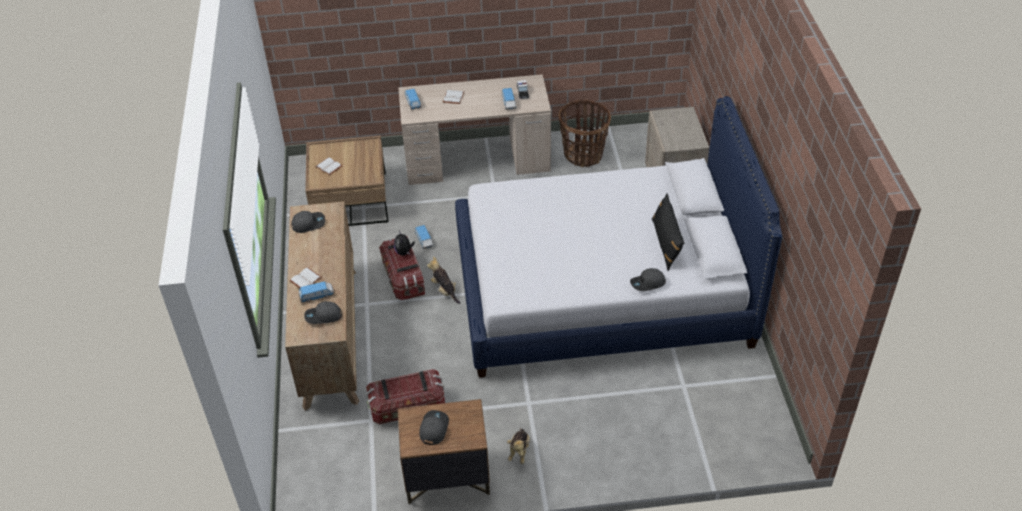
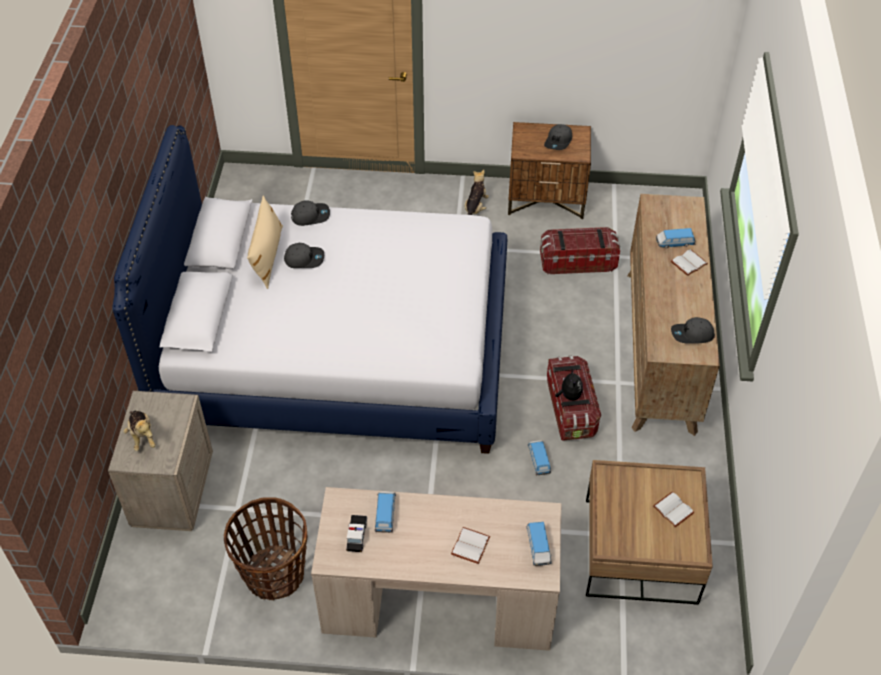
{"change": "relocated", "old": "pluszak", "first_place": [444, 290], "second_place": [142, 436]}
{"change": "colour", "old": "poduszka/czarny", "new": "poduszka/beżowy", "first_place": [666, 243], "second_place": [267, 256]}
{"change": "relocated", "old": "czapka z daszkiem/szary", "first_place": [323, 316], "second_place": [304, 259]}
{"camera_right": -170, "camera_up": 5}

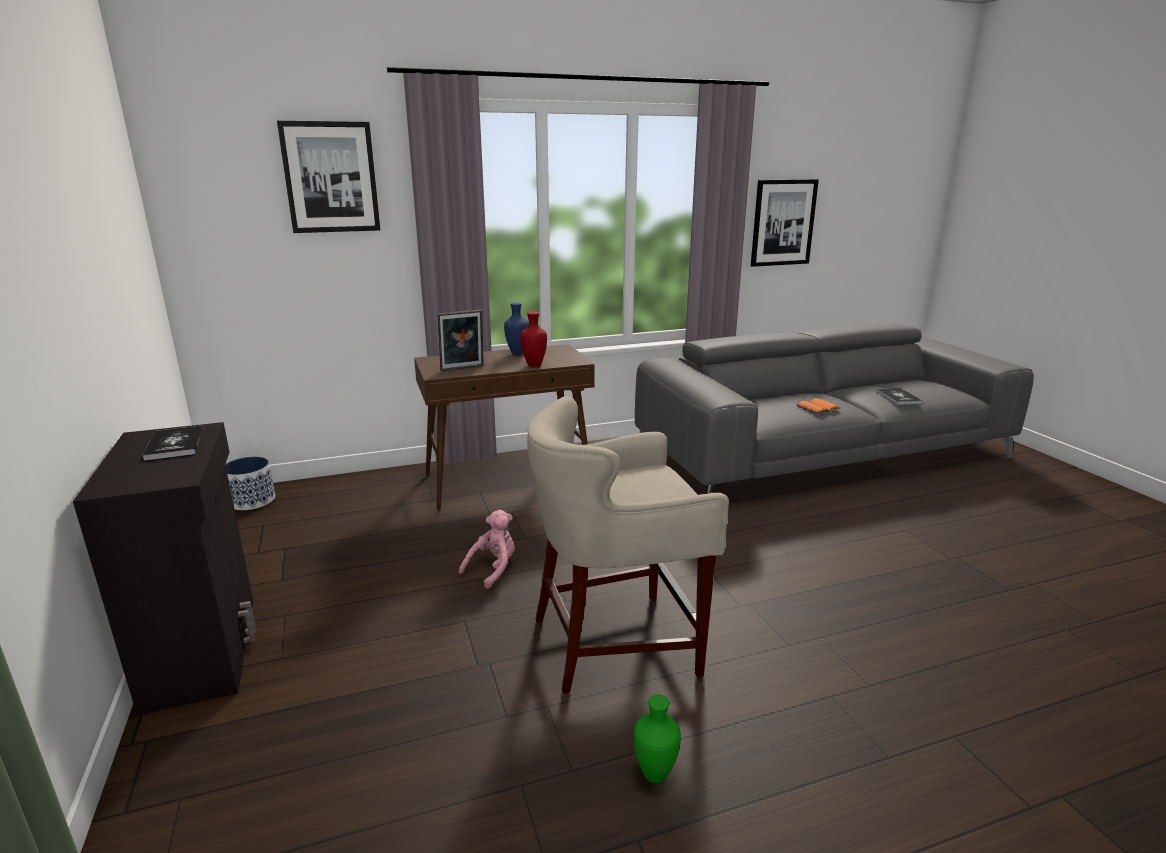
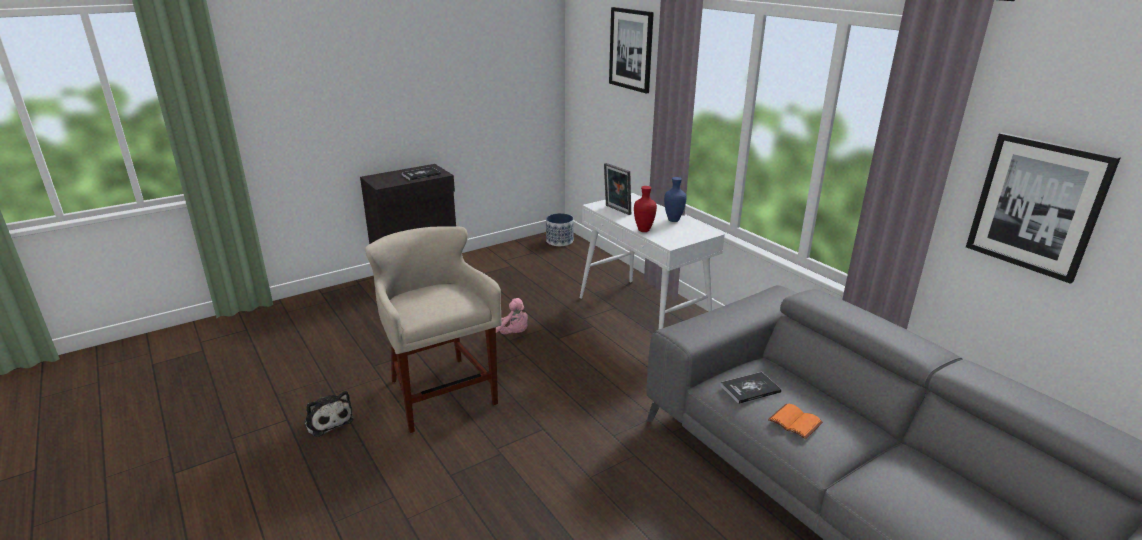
{"change": "exchanged", "old": "wazon/zielony", "new": "pluszak", "first_place": [653, 774], "second_place": [328, 420]}
{"change": "colour", "old": "stolik konsolowy/brązowy", "new": "stolik konsolowy/biały", "first_place": [508, 480], "second_place": [644, 315]}
{"change": "relocated", "old": "książka", "first_place": [898, 397], "second_place": [750, 389]}
{"camera_right": 75, "camera_up": 5}

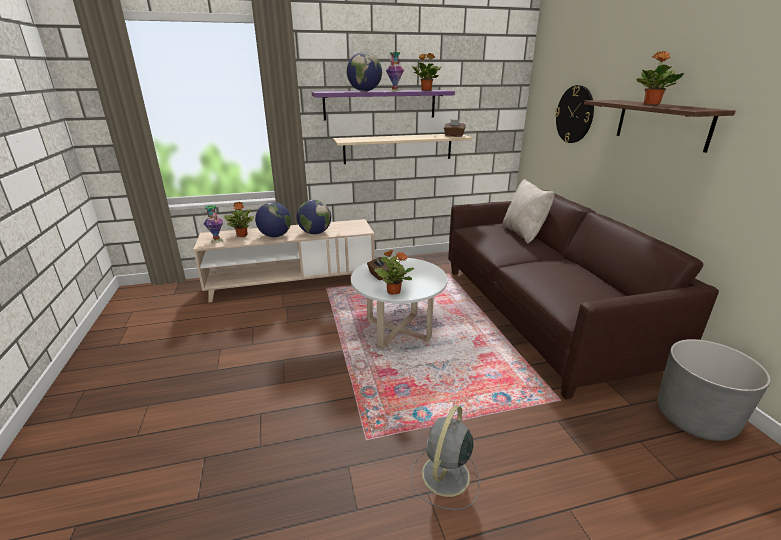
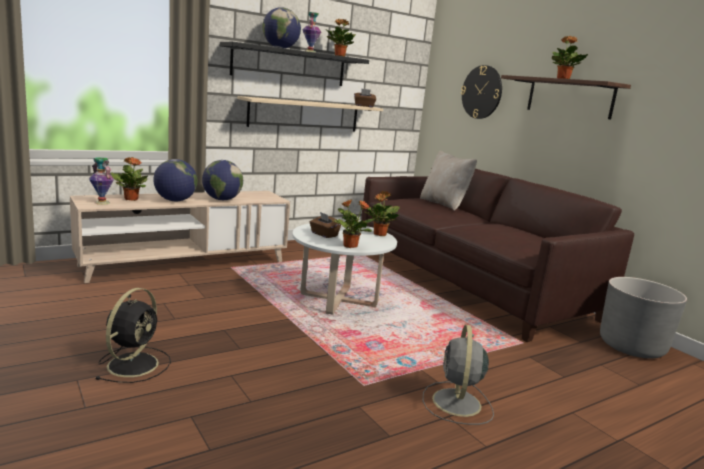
{"change": "appeared", "new": "wentylator/czarny", "second_place": [134, 364]}
{"change": "colour", "old": "półka/fioletowy", "new": "półka/czarny", "first_place": [380, 104], "second_place": [289, 66]}
{"change": "appeared", "new": "roślina doniczkowa", "second_place": [379, 234]}
{"camera_right": -20, "camera_up": -10}

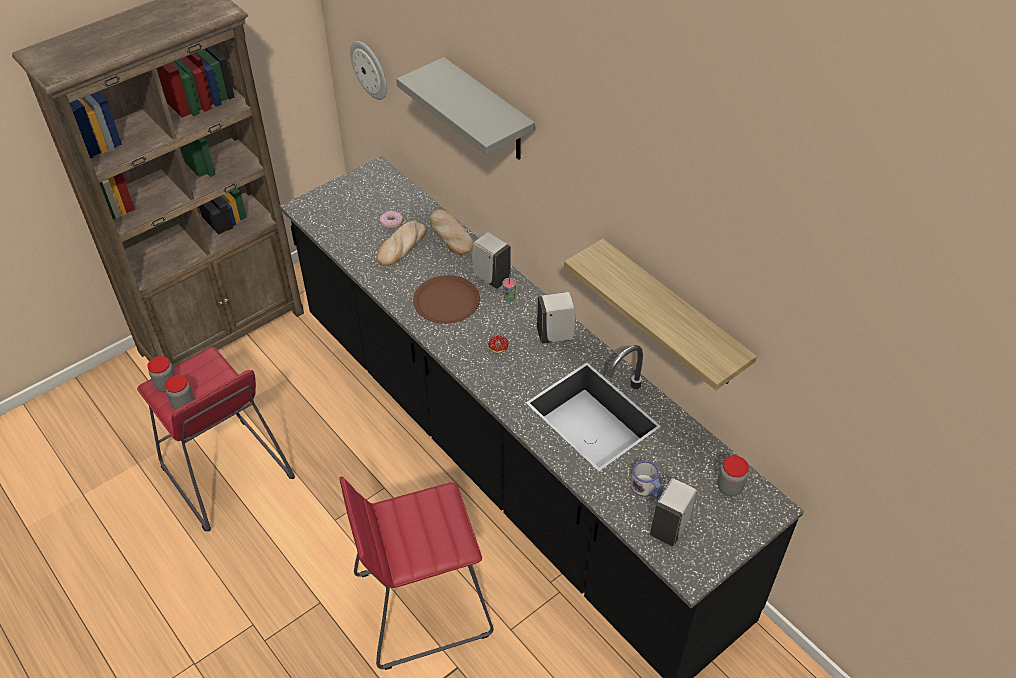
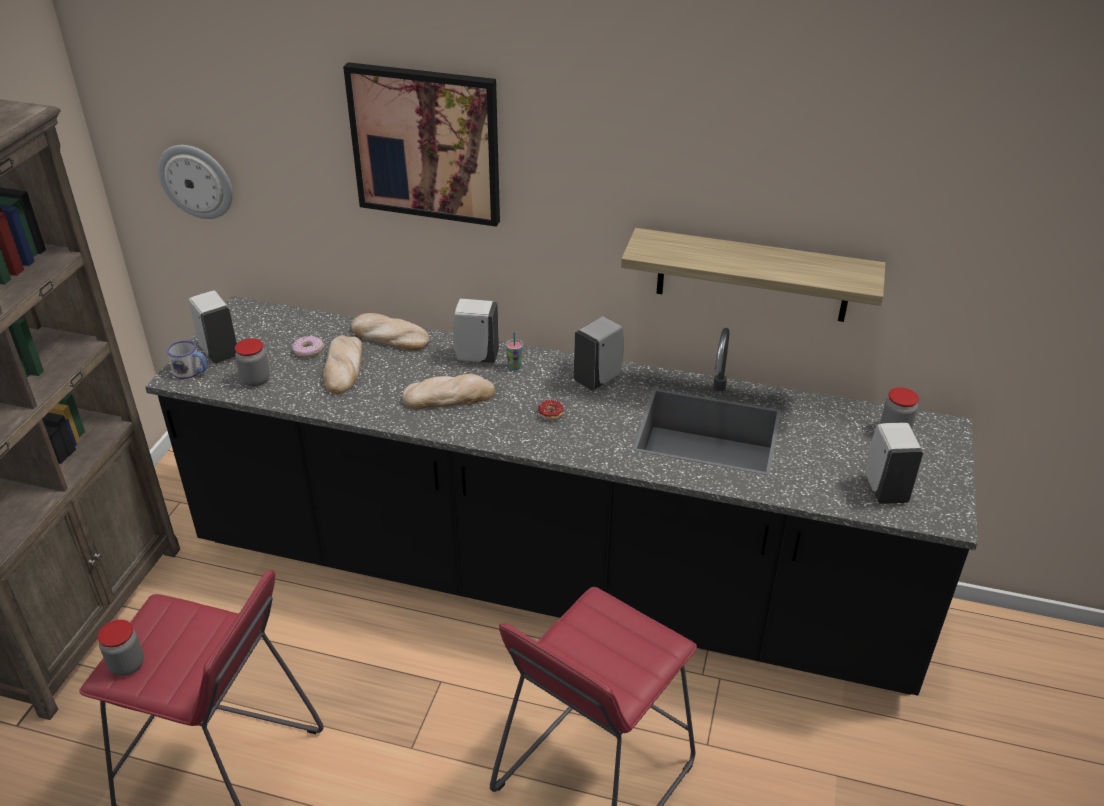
{"change": "relocated", "old": "kubek", "first_place": [646, 489], "second_place": [191, 371]}
{"change": "appeared", "new": "dozownik mydła/biały", "second_place": [219, 351]}
{"change": "relocated", "old": "słoik", "first_place": [183, 404], "second_place": [255, 380]}
{"change": "exchanged", "old": "półka/szary", "new": "obraz", "first_place": [488, 112], "second_place": [426, 144]}
{"change": "exchanged", "old": "talerz/brązowy", "new": "chleb", "first_place": [446, 300], "second_place": [449, 396]}
{"camera_right": -35, "camera_up": -10}

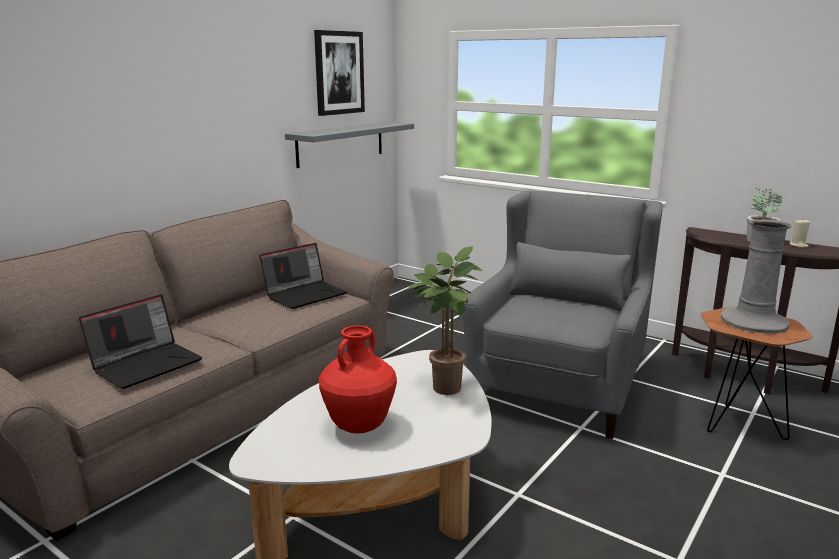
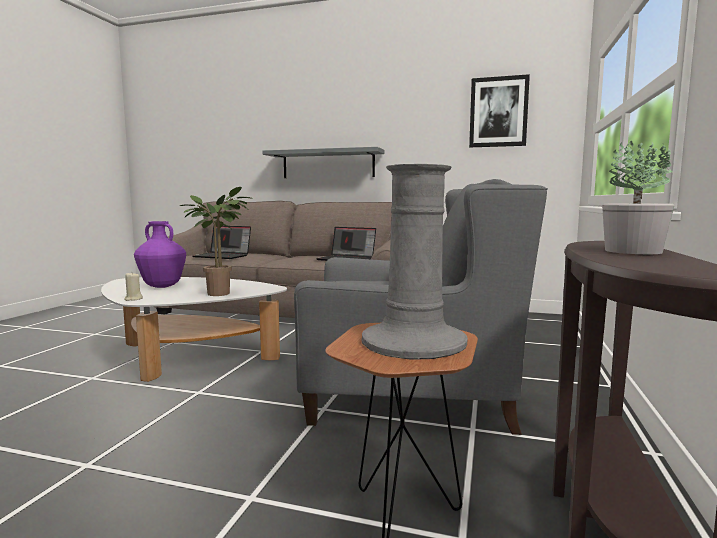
{"change": "relocated", "old": "świeca/beżowy", "first_place": [798, 245], "second_place": [133, 299]}
{"change": "colour", "old": "wazon/czerwony", "new": "wazon/fioletowy", "first_place": [359, 426], "second_place": [162, 286]}
{"change": "relocated", "old": "półka/szary", "first_place": [341, 143], "second_place": [328, 164]}
{"camera_right": 70, "camera_up": -10}

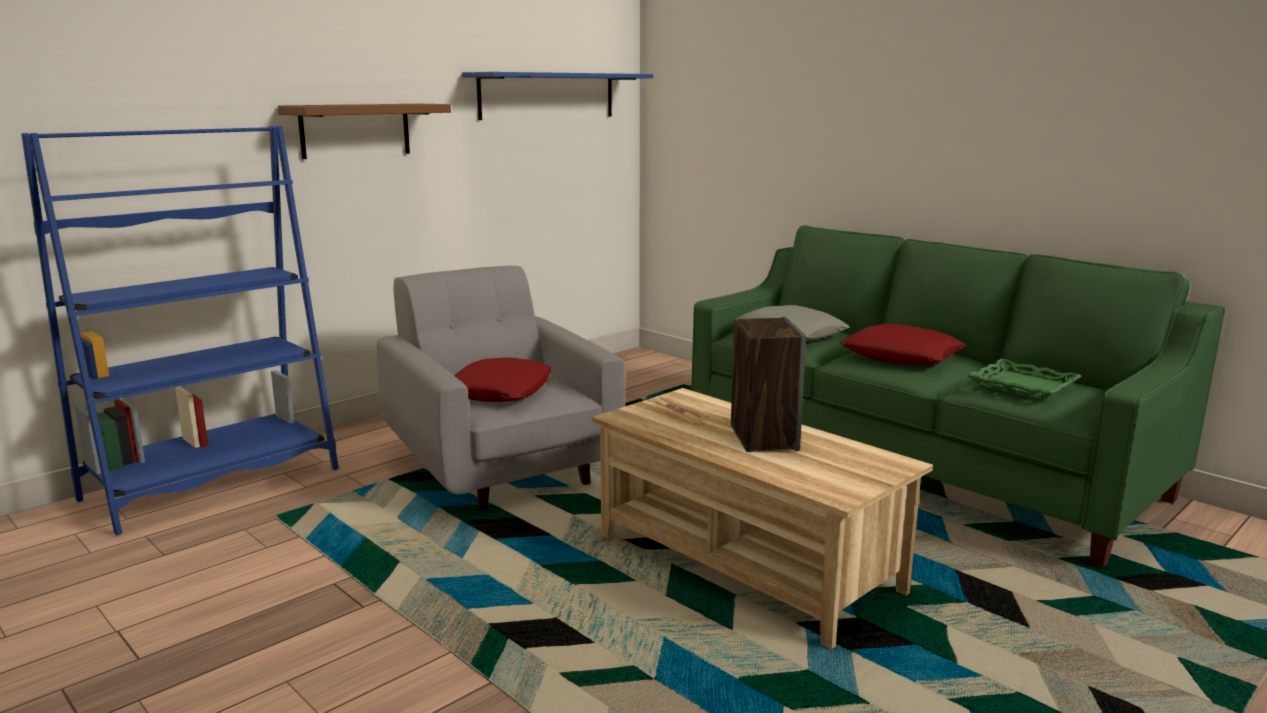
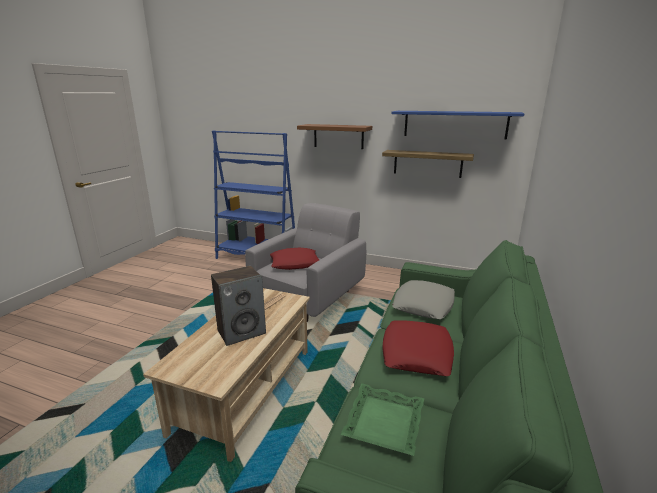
{"change": "appeared", "new": "półka", "second_place": [427, 163]}
{"camera_right": 65, "camera_up": 5}

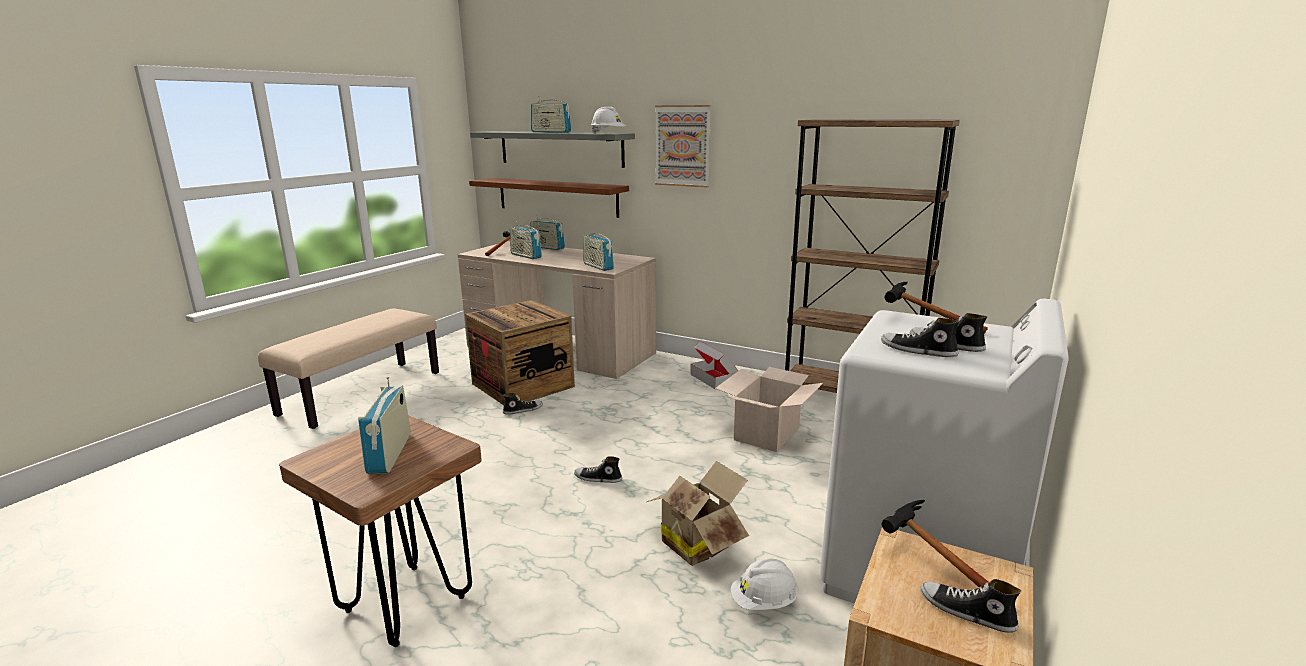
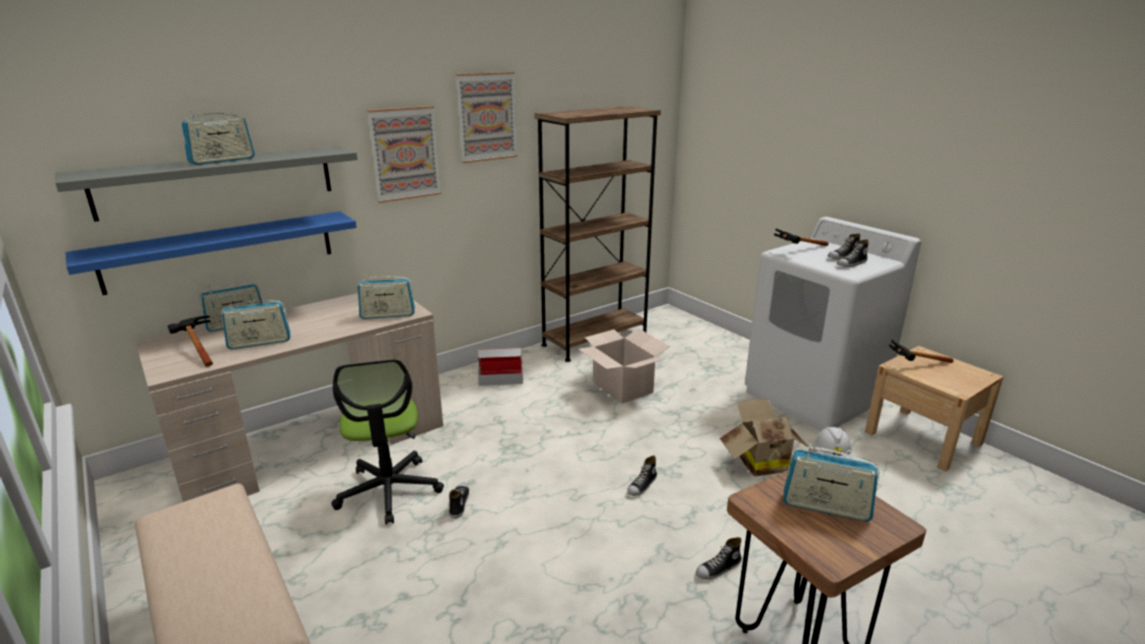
{"change": "colour", "old": "półka/brązowy", "new": "półka/niebieski", "first_place": [557, 197], "second_place": [221, 251]}
{"change": "exchanged", "old": "skrzynka", "new": "krzesło biurowe", "first_place": [523, 385], "second_place": [389, 490]}
{"change": "appeared", "new": "obraz", "second_place": [486, 117]}
{"change": "relocated", "old": "but", "first_place": [966, 612], "second_place": [718, 569]}
{"change": "missing", "old": "kask/biały", "first_place": [608, 133]}
{"camera_right": -65, "camera_up": 5}

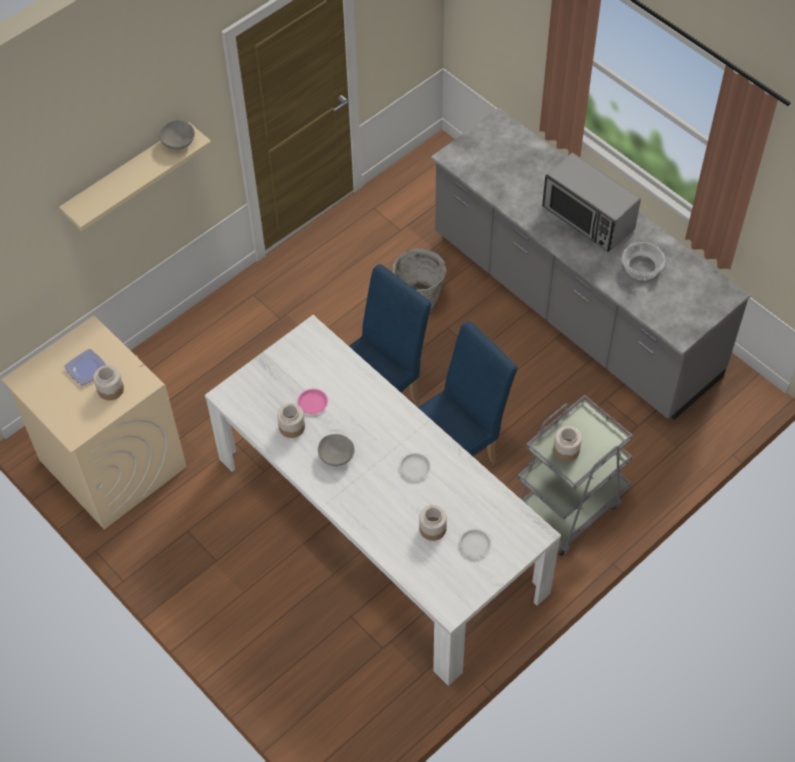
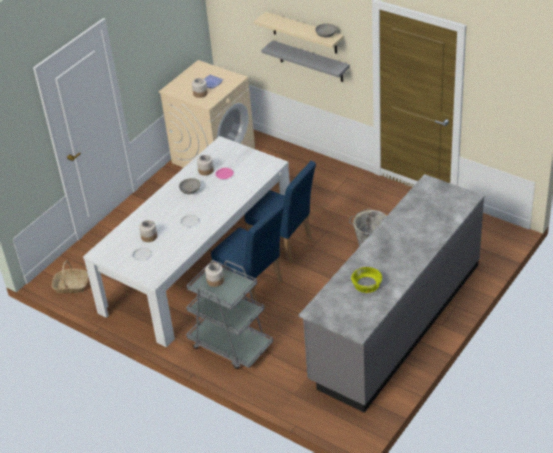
{"change": "appeared", "new": "koszyk", "second_place": [71, 286]}
{"change": "appeared", "new": "półka/szary", "second_place": [311, 61]}
{"change": "colour", "old": "miska/biały", "new": "miska/żółty", "first_place": [642, 267], "second_place": [366, 285]}
{"change": "missing", "old": "mikrofalówka", "first_place": [588, 218]}
{"camera_right": 80, "camera_up": -15}

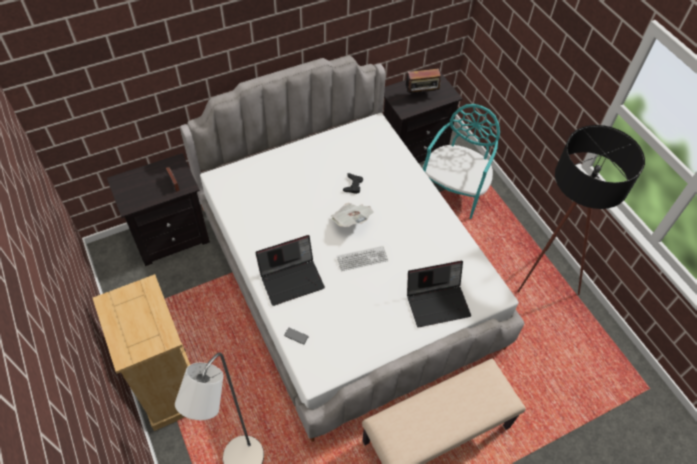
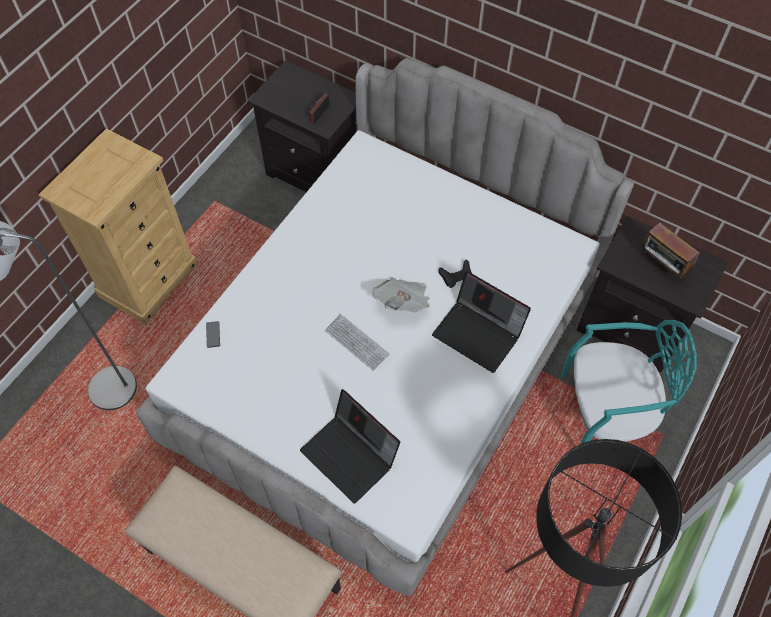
{"change": "relocated", "old": "laptop", "first_place": [292, 279], "second_place": [479, 333]}
{"camera_right": 60, "camera_up": 5}

